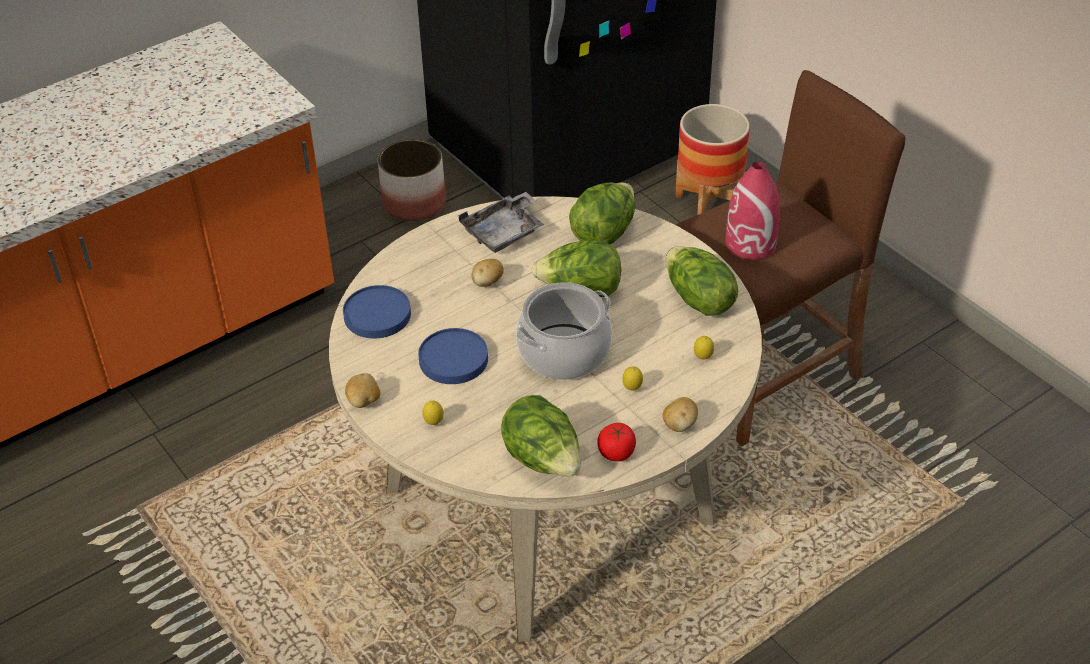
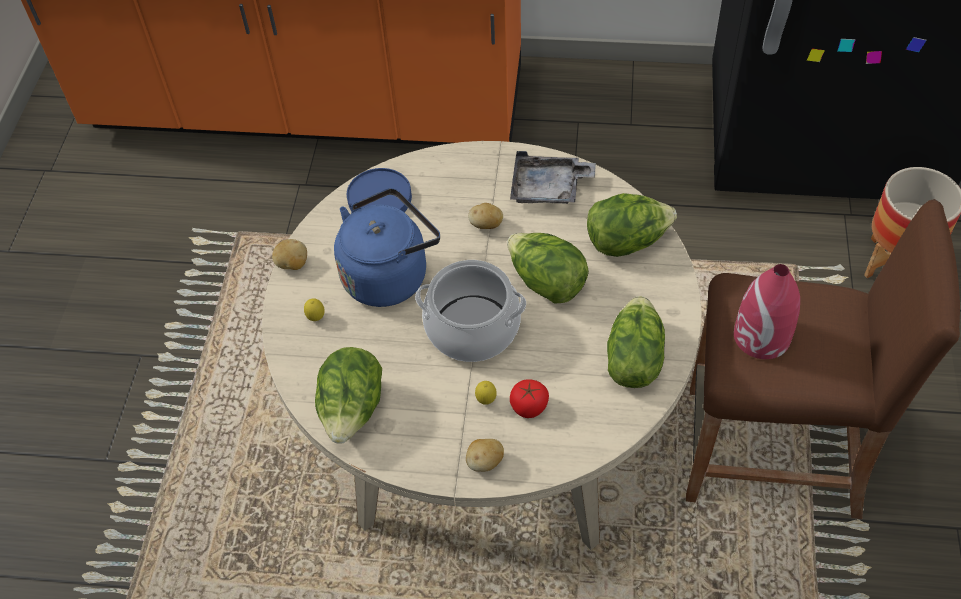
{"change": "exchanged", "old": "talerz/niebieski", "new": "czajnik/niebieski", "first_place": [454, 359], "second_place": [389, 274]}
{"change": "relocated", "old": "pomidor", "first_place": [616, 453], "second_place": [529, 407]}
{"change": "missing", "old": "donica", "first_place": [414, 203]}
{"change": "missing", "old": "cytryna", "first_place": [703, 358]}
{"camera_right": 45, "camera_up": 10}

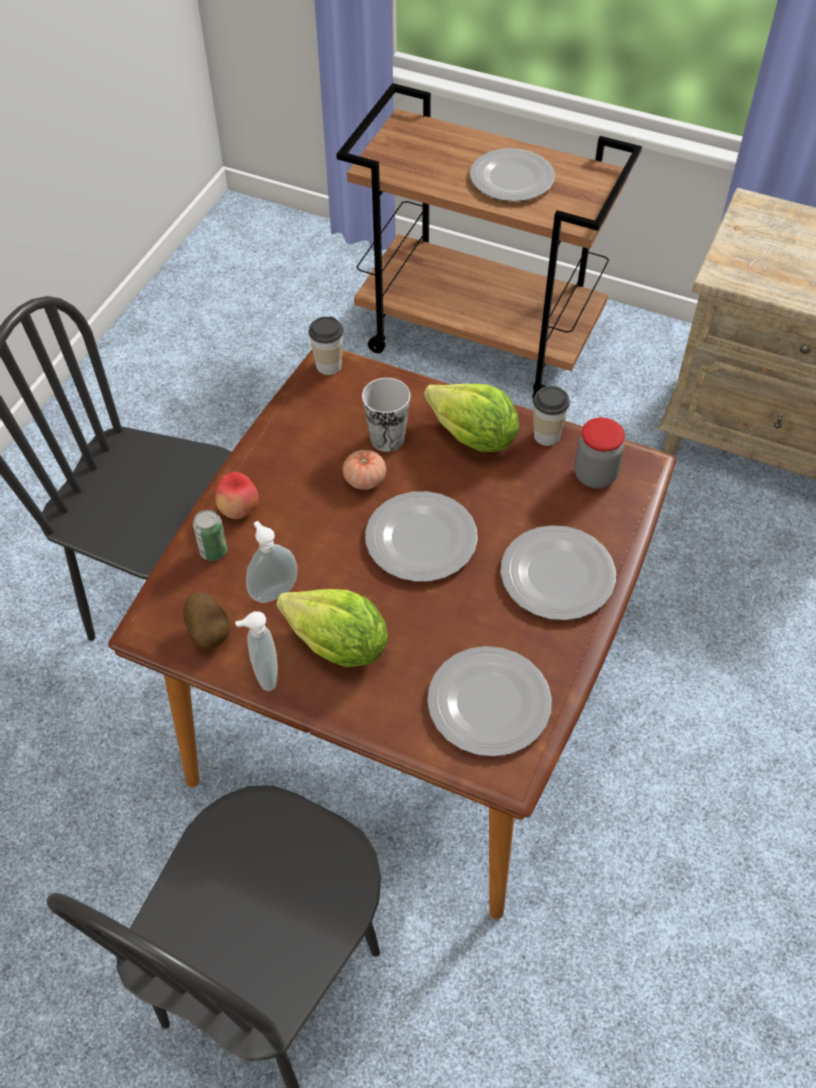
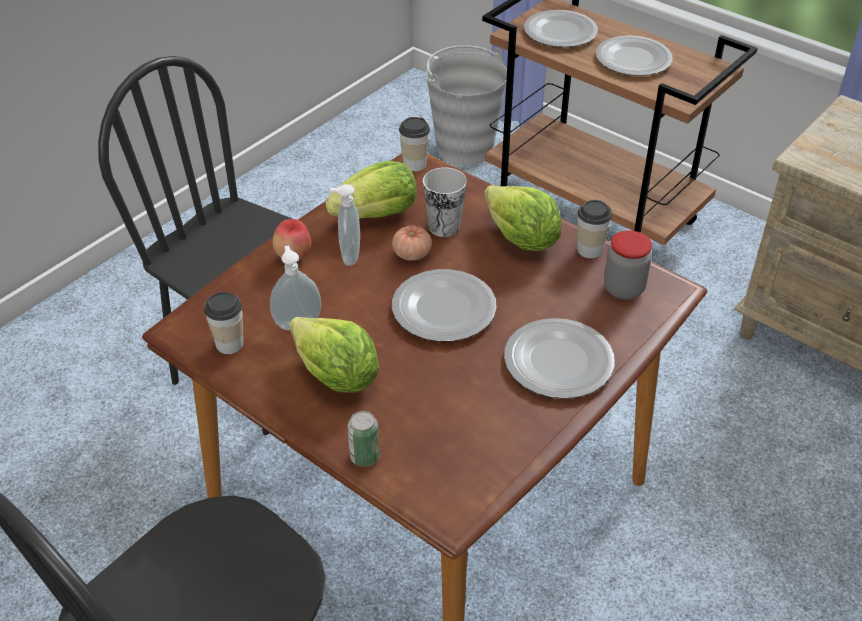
{"change": "exchanged", "old": "ziemniak", "new": "filiżanka", "first_place": [210, 633], "second_place": [229, 344]}
{"change": "appeared", "new": "sałata", "second_place": [377, 215]}
{"change": "relocated", "old": "dozownik mydła", "first_place": [263, 675], "second_place": [348, 256]}
{"change": "relocated", "old": "puszka", "first_place": [213, 551], "second_place": [364, 457]}
{"change": "appeared", "new": "wiadro/szary", "second_place": [464, 148]}
{"change": "relocated", "old": "talerz", "first_place": [490, 703], "second_place": [561, 32]}
{"camera_right": 15, "camera_up": -10}

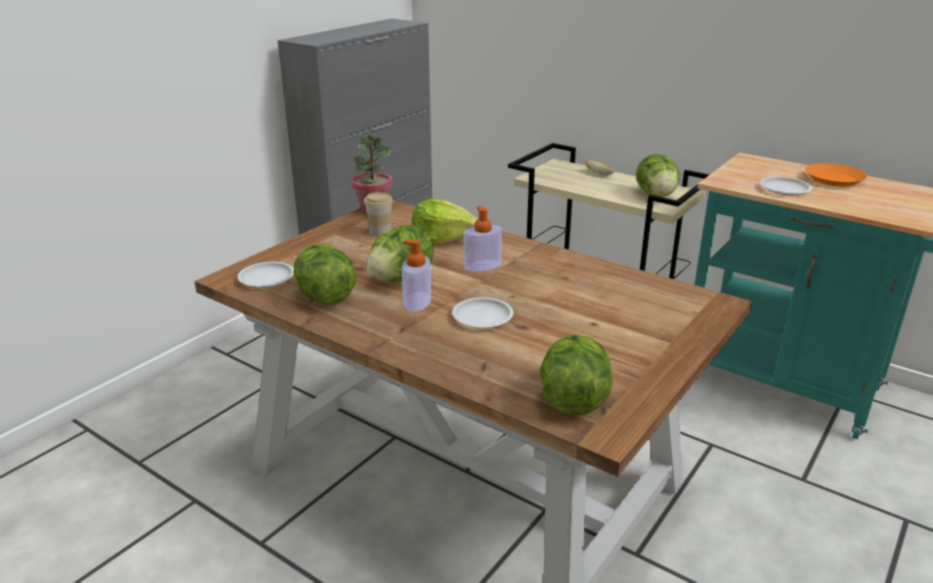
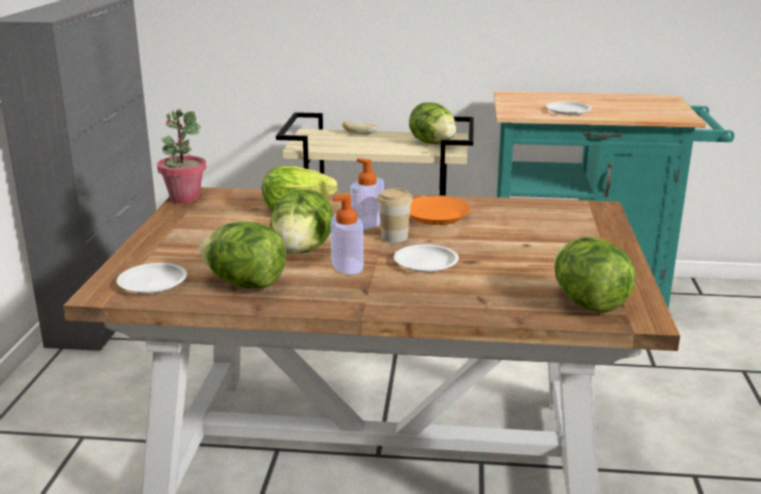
{"change": "relocated", "old": "filiżanka", "first_place": [380, 232], "second_place": [394, 237]}
{"change": "relocated", "old": "talerz/pomarańczowy", "first_place": [834, 180], "second_place": [436, 216]}
{"camera_right": -30, "camera_up": -5}

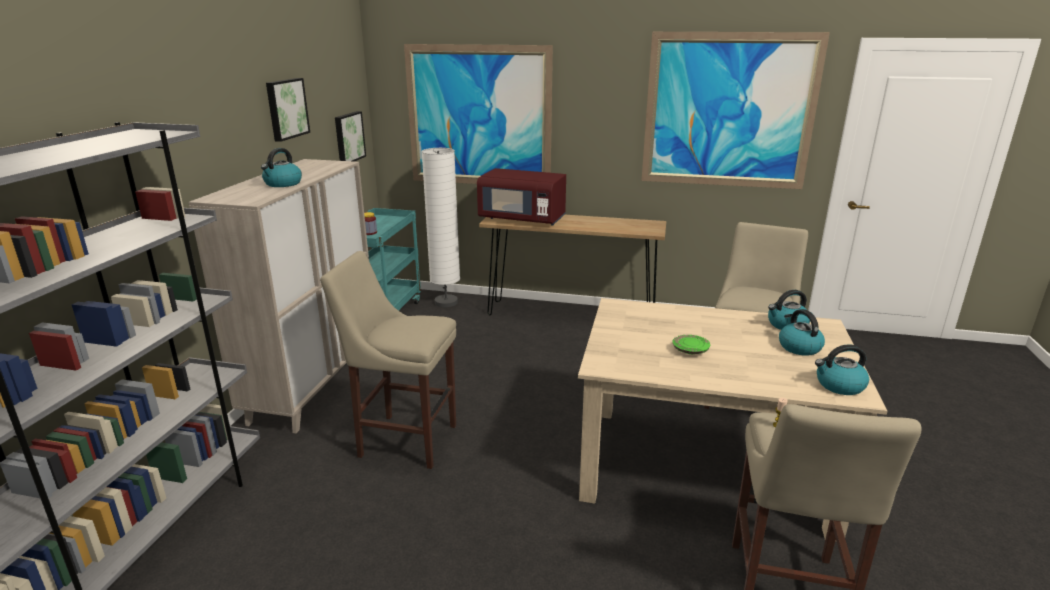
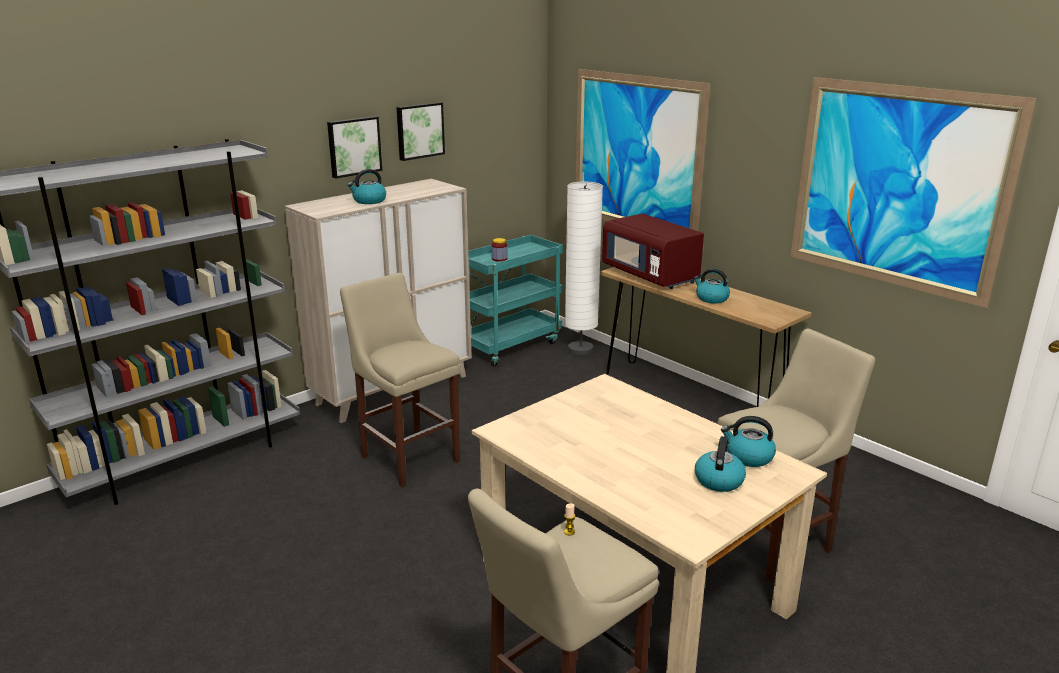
{"change": "relocated", "old": "obraz", "first_place": [348, 137], "second_place": [353, 146]}
{"change": "relocated", "old": "czajnik", "first_place": [839, 385], "second_place": [711, 298]}
{"change": "missing", "old": "talerz/zielony", "first_place": [690, 350]}
{"camera_right": 35, "camera_up": 0}

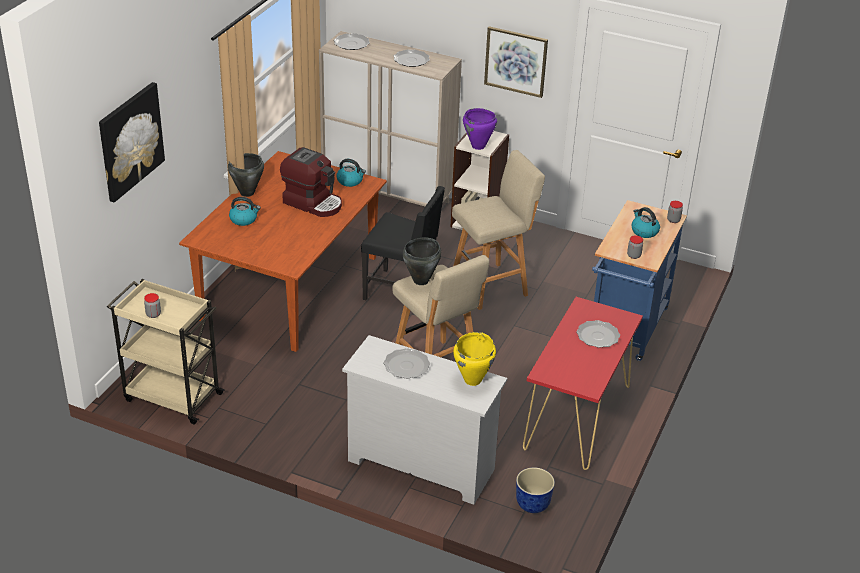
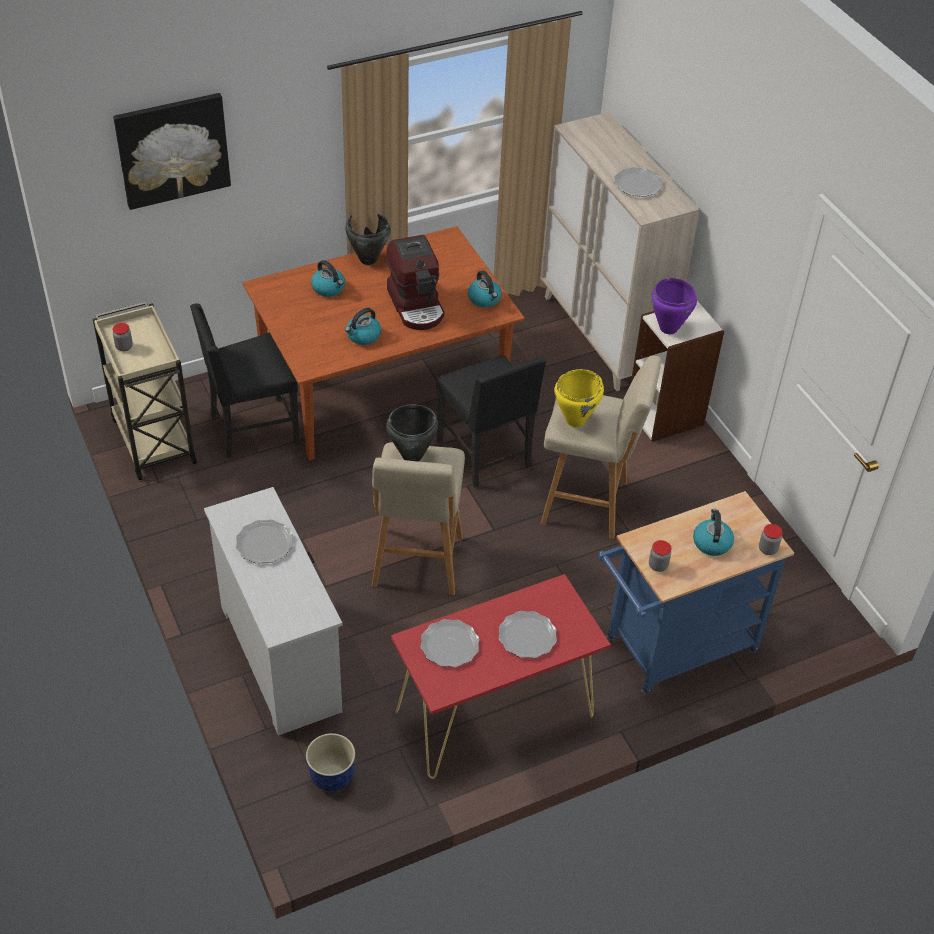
{"change": "appeared", "new": "krzesło/czarny", "second_place": [252, 429]}
{"change": "appeared", "new": "czajnik", "second_place": [363, 336]}
{"change": "relocated", "old": "talerz", "first_place": [352, 43], "second_place": [450, 645]}
{"change": "relocated", "old": "garnek/żółty", "first_place": [473, 380], "second_place": [575, 420]}
{"change": "missing", "old": "obraz", "first_place": [516, 61]}
{"camera_right": 40, "camera_up": 10}

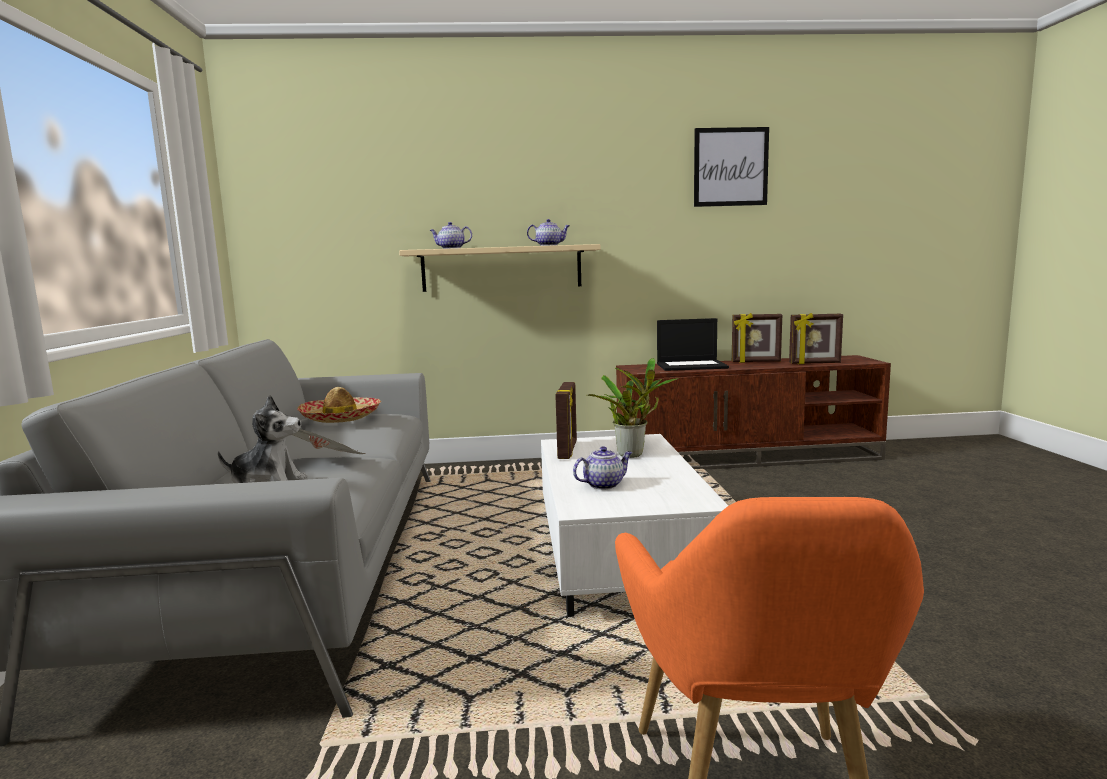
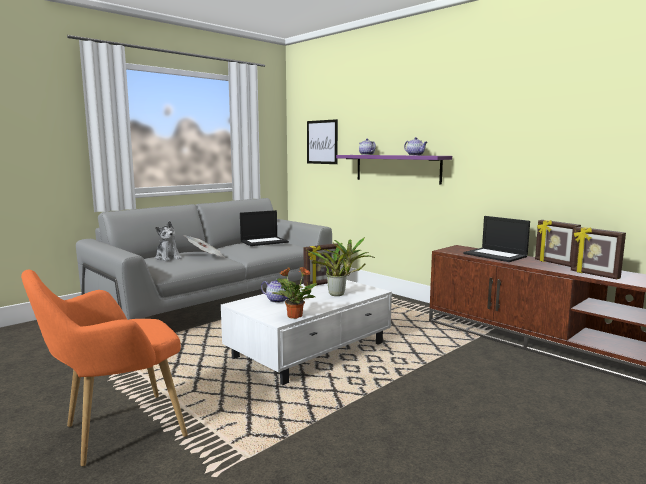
{"change": "exchanged", "old": "kapelusz", "new": "laptop", "first_place": [340, 418], "second_place": [264, 241]}
{"change": "appeared", "new": "roślina doniczkowa", "second_place": [294, 316]}
{"change": "relocated", "old": "obraz", "first_place": [730, 167], "second_place": [322, 142]}
{"change": "colour", "old": "półka/beżowy", "new": "półka/fioletowy", "first_place": [501, 268], "second_place": [397, 168]}
{"camera_right": 50, "camera_up": 0}

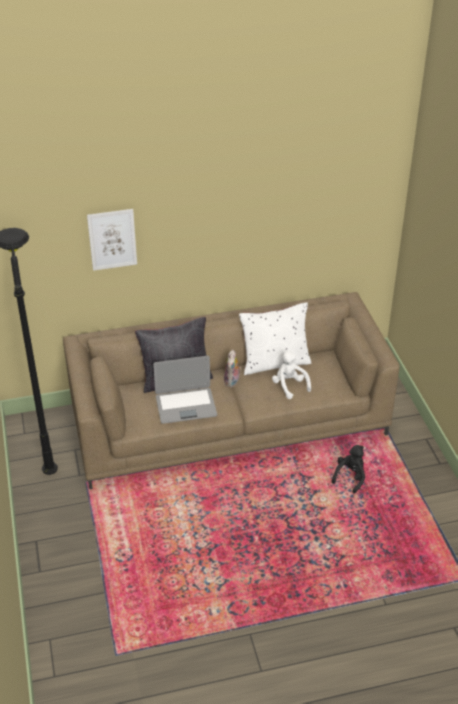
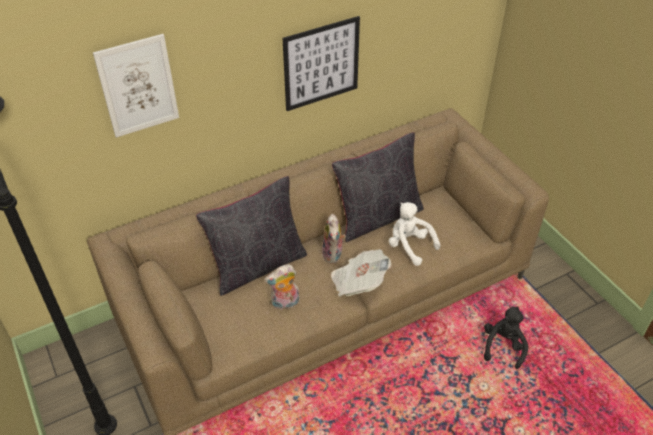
{"change": "exchanged", "old": "laptop", "new": "pluszak", "first_place": [185, 406], "second_place": [285, 304]}
{"change": "appeared", "new": "obraz", "second_place": [321, 64]}
{"change": "appeared", "new": "gazeta", "second_place": [358, 282]}
{"change": "colour", "old": "poduszka/biały", "new": "poduszka/czarny", "first_place": [274, 362], "second_place": [377, 217]}
{"camera_right": -15, "camera_up": 5}

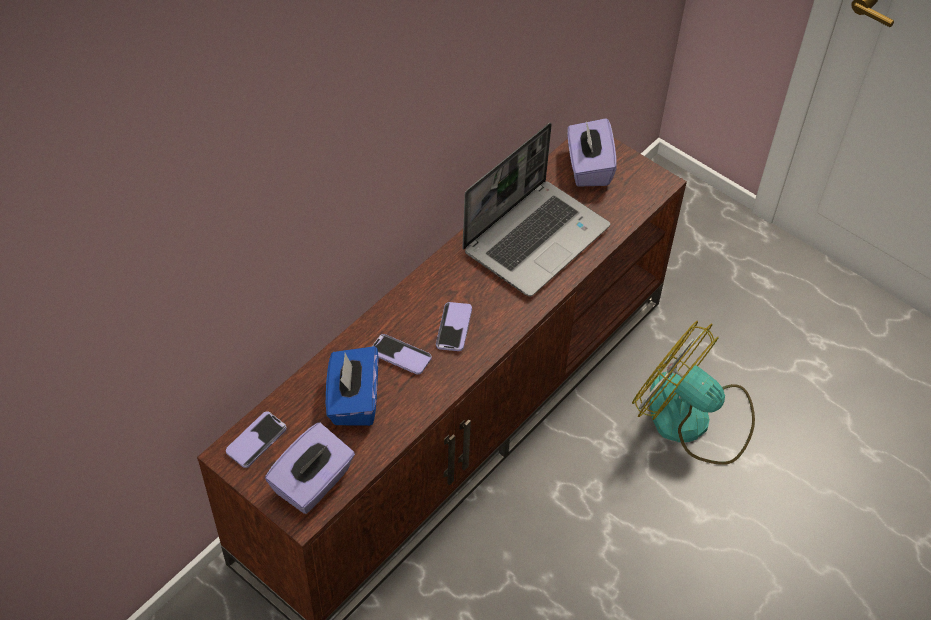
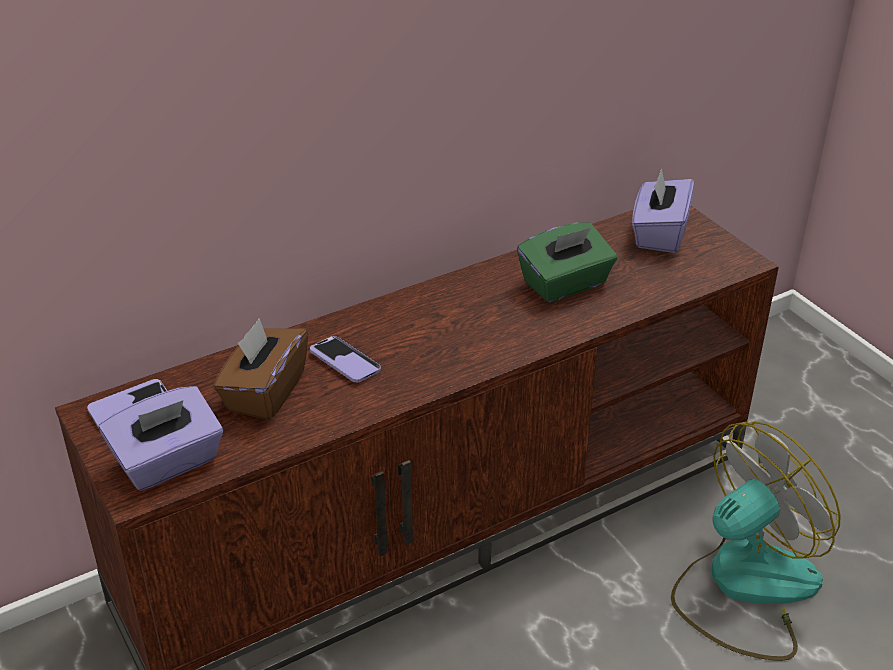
{"change": "colour", "old": "pudełko chusteczek/niebieski", "new": "pudełko chusteczek/brązowy", "first_place": [353, 400], "second_place": [265, 392]}
{"change": "exchanged", "old": "laptop", "new": "pudełko chusteczek/zielony", "first_place": [536, 237], "second_place": [565, 284]}
{"change": "spun", "old": "wentylator", "first_place": [693, 420], "second_place": [744, 587], "degrees": 90}
{"change": "missing", "old": "telefon", "first_place": [454, 328]}
{"camera_right": 20, "camera_up": -15}

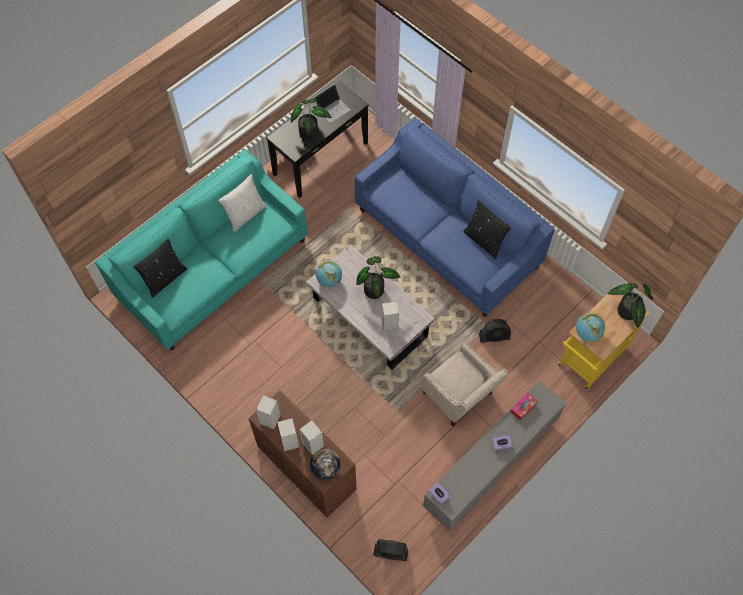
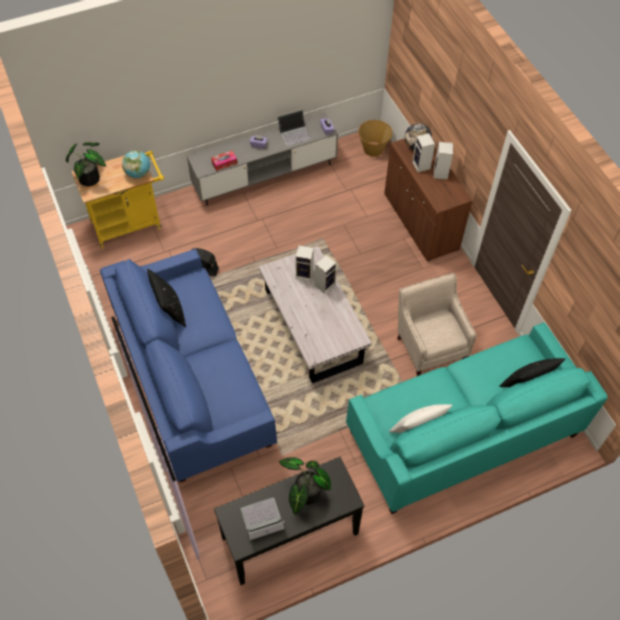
{"change": "appeared", "new": "laptop", "second_place": [294, 133]}
{"change": "relocated", "old": "głośnik", "first_place": [270, 420], "second_place": [325, 284]}
{"change": "exchanged", "old": "wentylator/czarny", "new": "koszyk", "first_place": [390, 552], "second_place": [373, 149]}
{"change": "relocated", "old": "fotel/beżowy", "first_place": [459, 397], "second_place": [430, 344]}
{"change": "missing", "old": "globus", "first_place": [329, 280]}
{"change": "missing", "old": "roślina doniczkowa", "first_place": [375, 288]}
{"camera_right": -160, "camera_up": -5}

